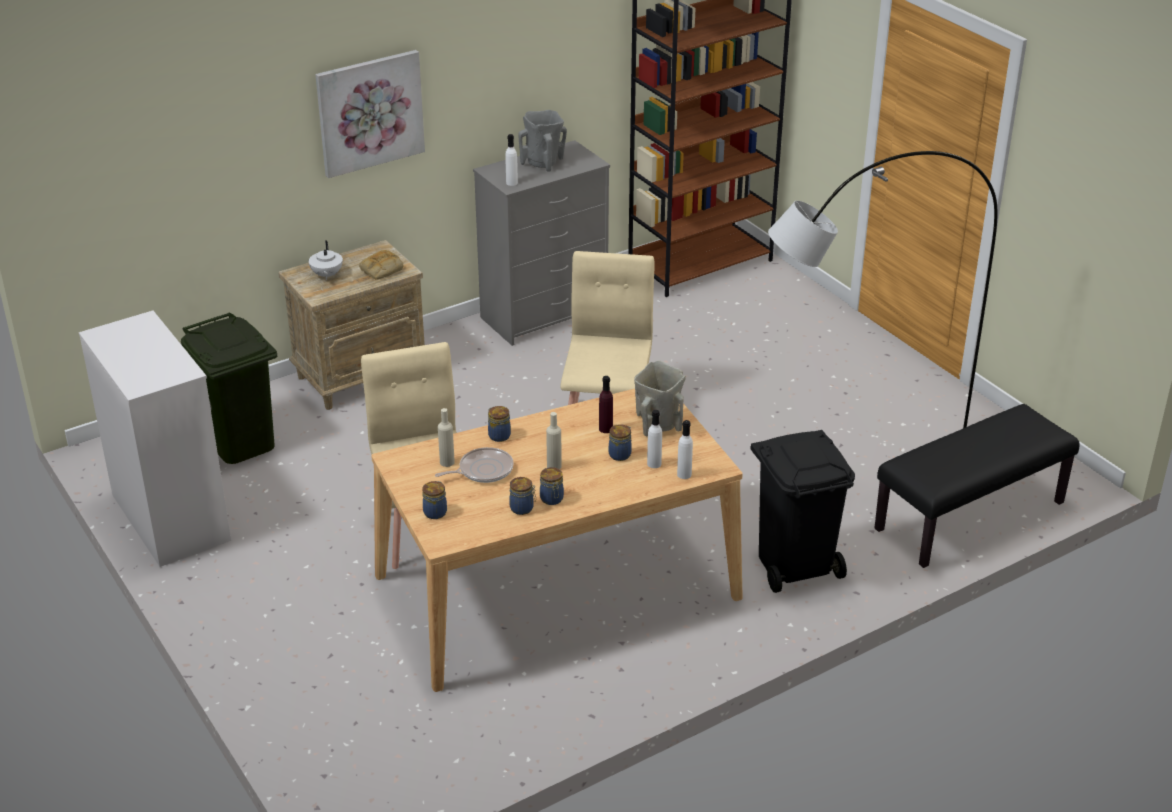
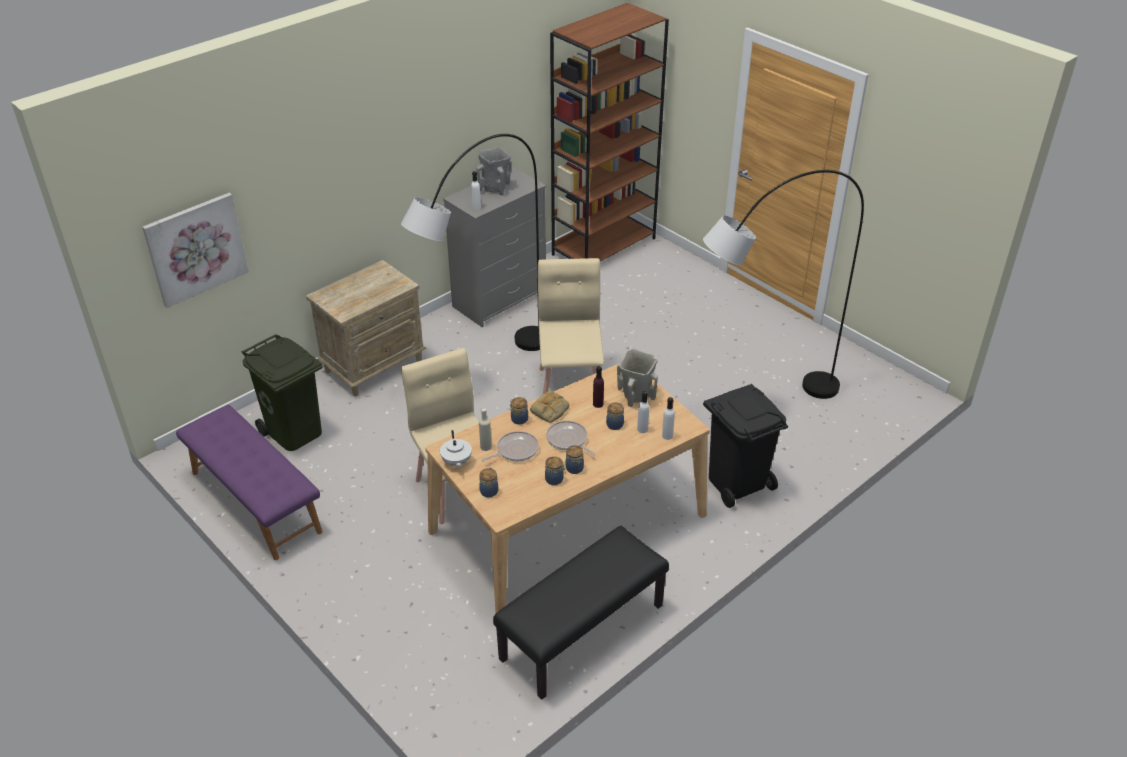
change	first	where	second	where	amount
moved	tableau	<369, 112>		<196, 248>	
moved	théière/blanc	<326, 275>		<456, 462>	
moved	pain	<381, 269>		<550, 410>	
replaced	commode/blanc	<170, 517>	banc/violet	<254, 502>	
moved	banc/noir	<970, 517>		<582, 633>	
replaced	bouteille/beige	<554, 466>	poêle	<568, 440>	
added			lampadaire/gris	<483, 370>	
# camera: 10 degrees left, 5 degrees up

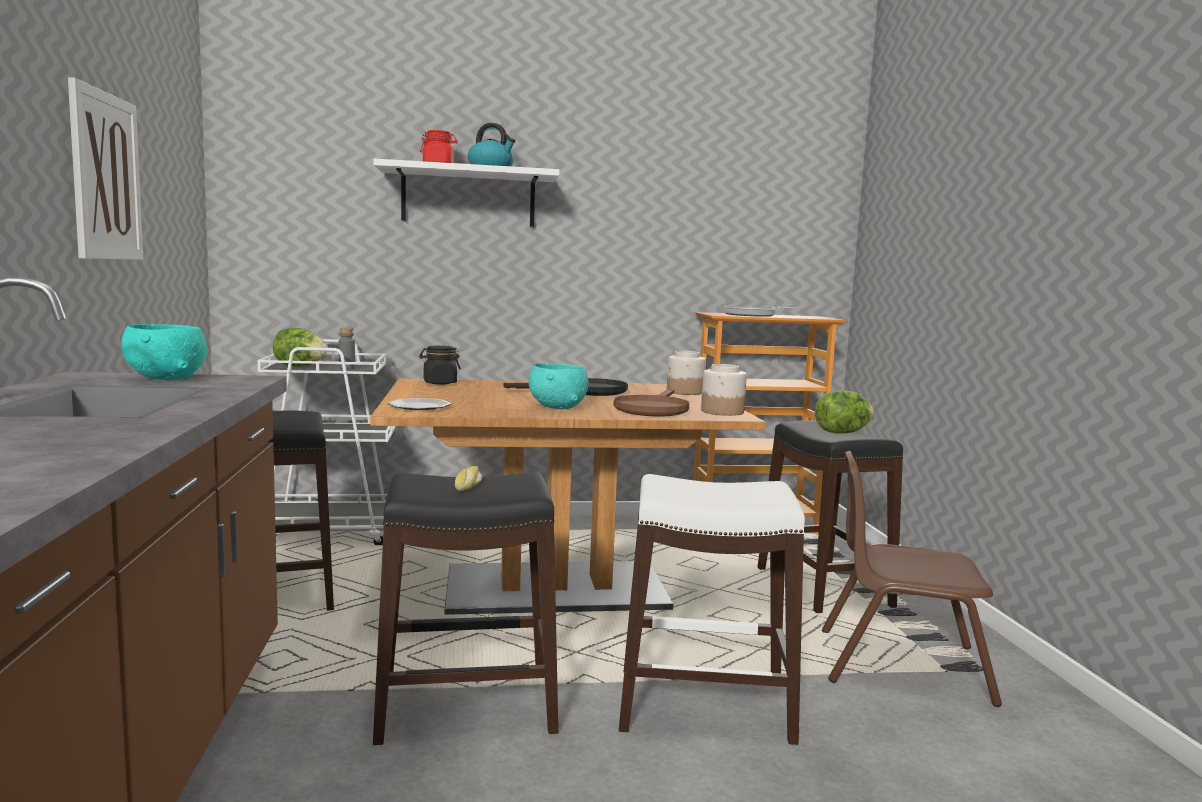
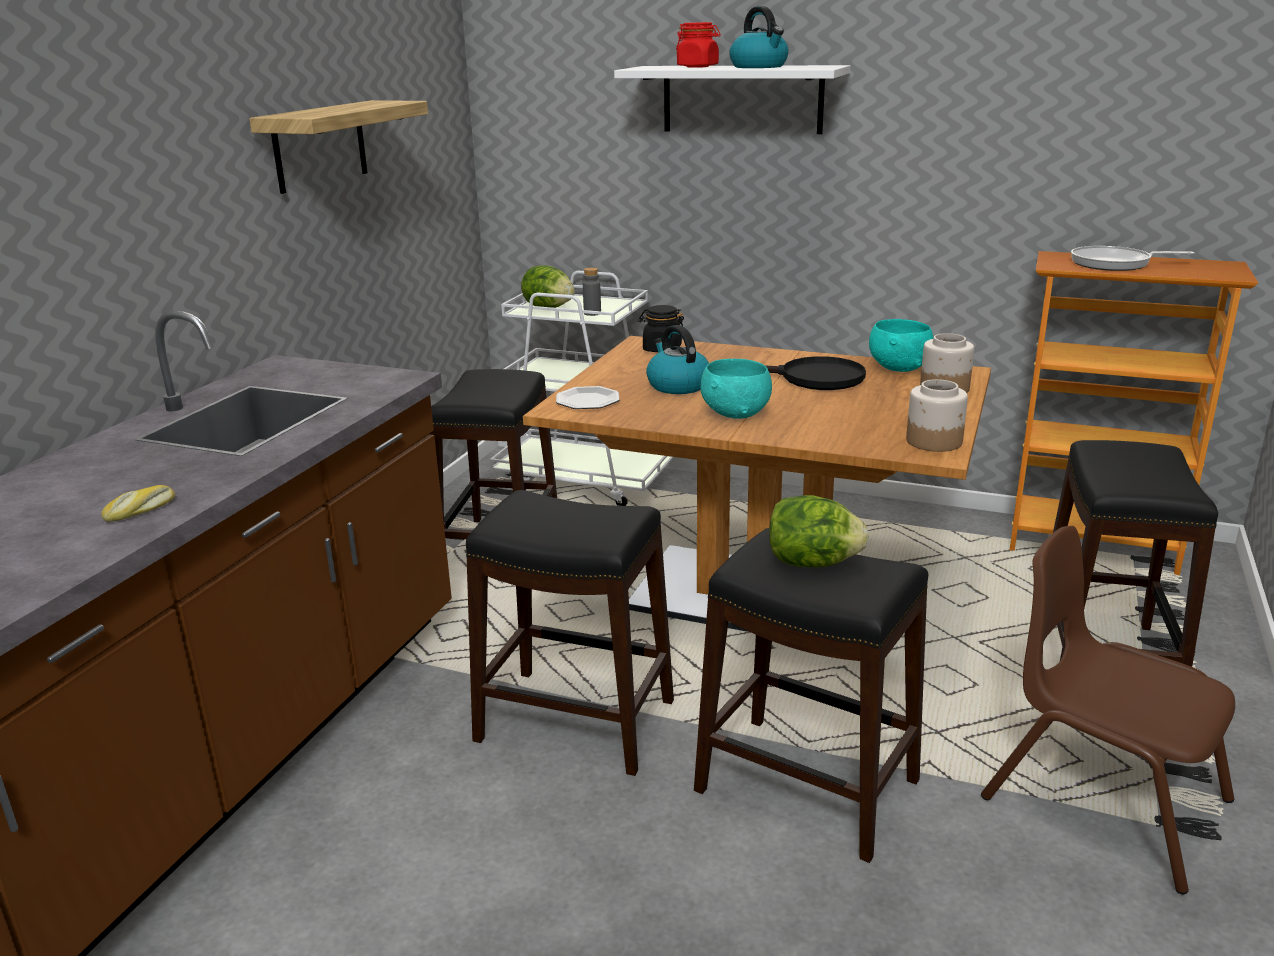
change	first	where	second	where	amount
replaced	tableau	<105, 177>	étagère	<320, 146>	
moved	bol/turquoise	<167, 378>		<899, 368>	
removed	poêle/marron	<653, 409>			
moved	laitue	<842, 433>		<812, 563>	
moved	pain	<469, 485>		<141, 511>	
recoloured	tabouret/blanc	<705, 705>	tabouret/noir	<807, 786>	
added			bouilloire	<677, 385>	
# camera: 30 degrees right, 15 degrees up

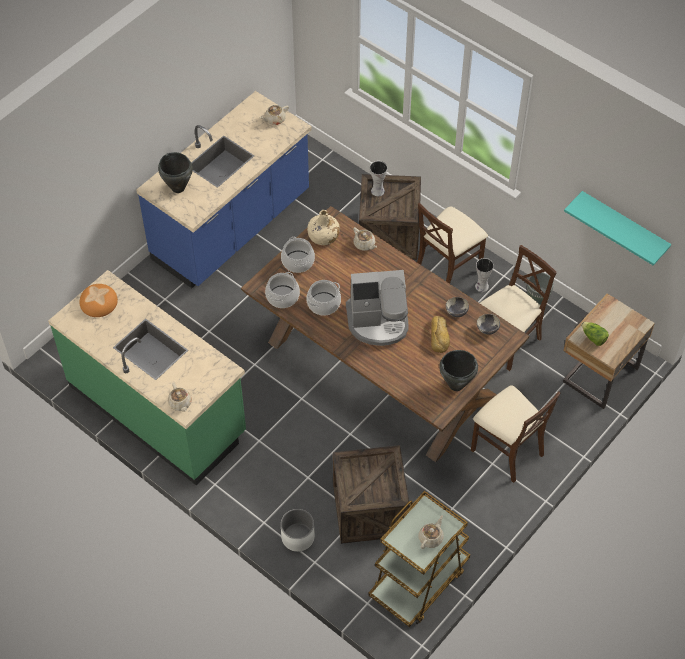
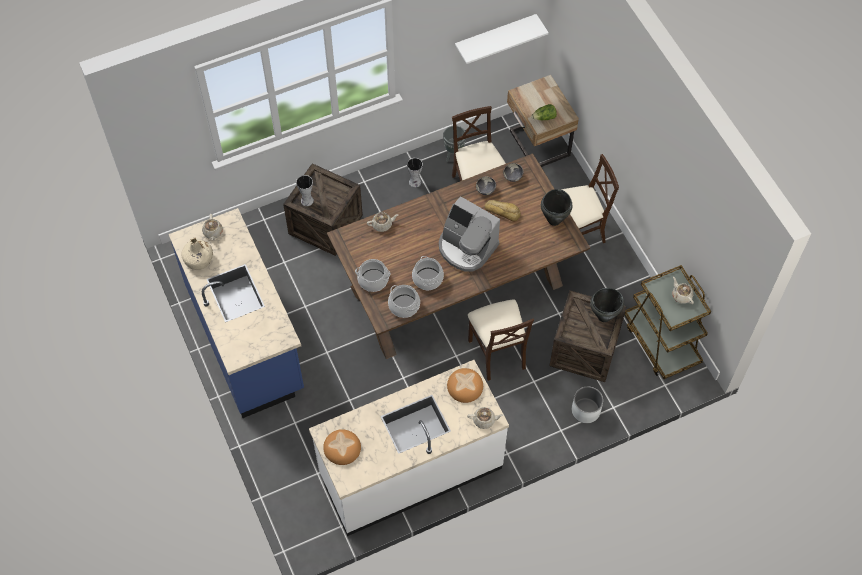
change	first	where	second	where	amount
moved	marmite/noir	<178, 188>		<604, 317>	
recoloured	étagère/turquoise	<623, 227>	étagère/blanc	<495, 37>	
moved	chaise/beige	<447, 269>		<497, 353>	
moved	bouteille/beige	<323, 236>		<199, 260>	
recoloured	comptoir de cuisine/vert	<158, 409>	comptoir de cuisine/blanc	<410, 470>	
turned	machine à café	<378, 322>		<466, 247>	105 degrees clockwise
added			pain	<465, 386>	
# camera: 65 degrees left, 5 degrees up

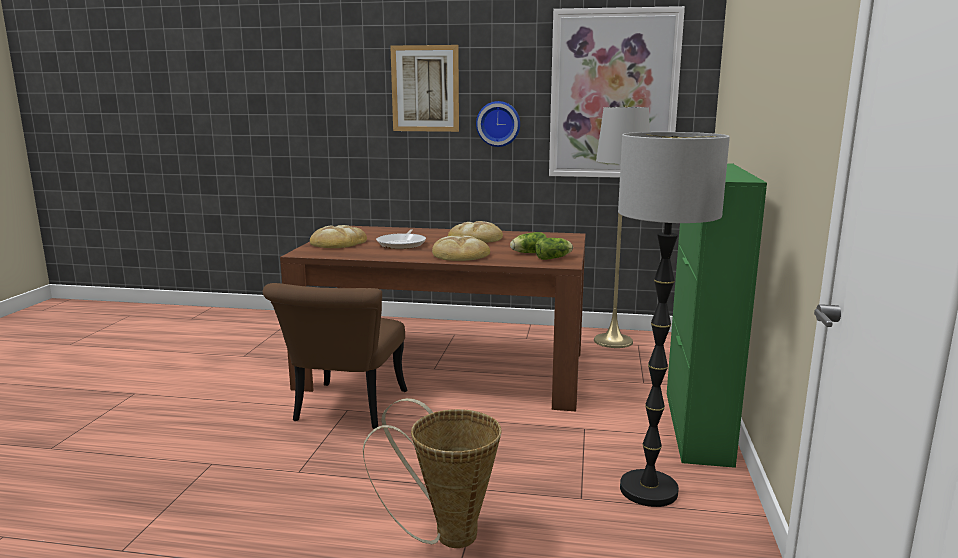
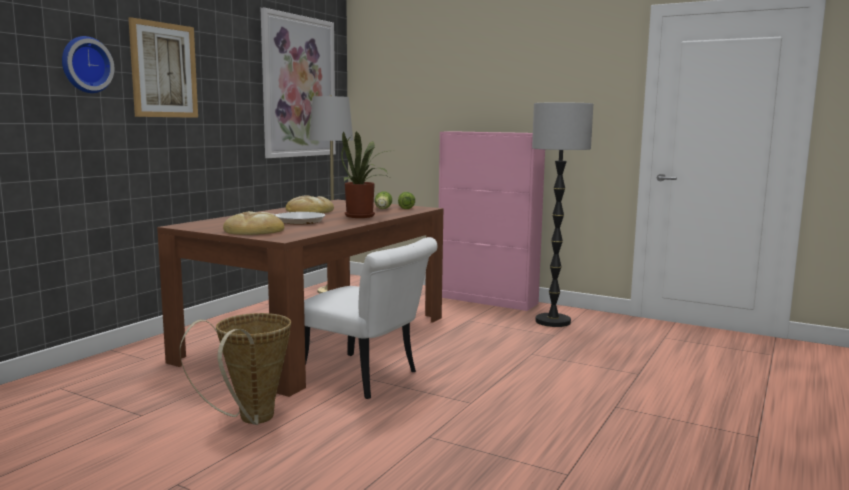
change	first	where	second	where	amount
moved	horloge murale	<498, 124>		<85, 65>	
recoloured	meuble de rangement/vert	<697, 427>	meuble de rangement/rose	<487, 300>	
replaced	pain	<460, 254>	plante en pot	<363, 216>	
recoloured	chaise/marron	<346, 411>	chaise/blanc	<368, 378>	
moved	panier	<446, 535>		<250, 420>	
# camera: 70 degrees left, 5 degrees down

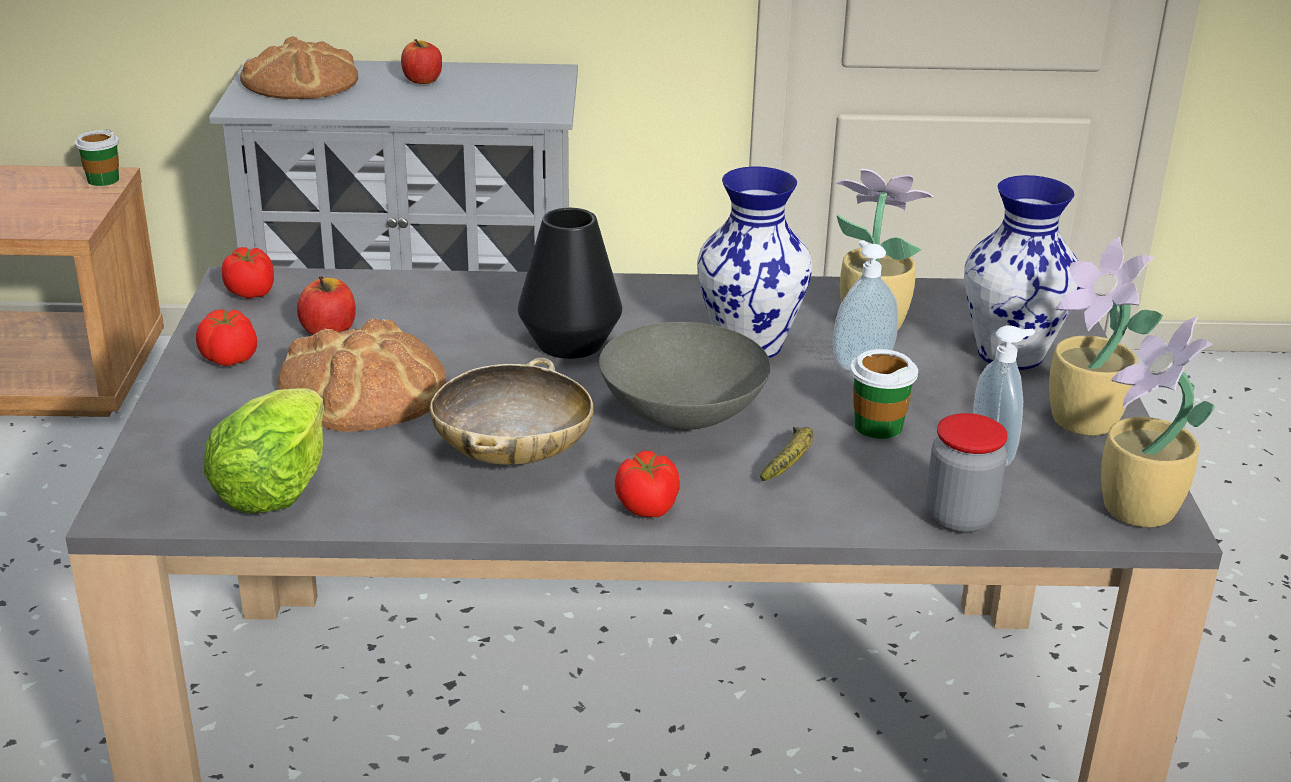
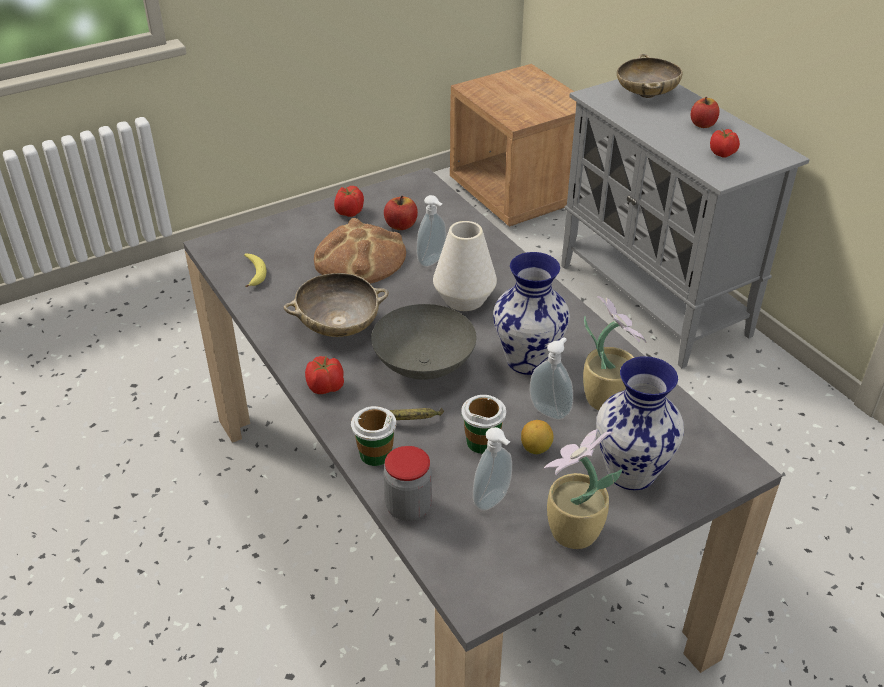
change	first	where	second	where	amount
replaced	pain	<300, 81>	bol/beige	<646, 94>	
moved	tasse	<103, 180>		<375, 454>	
recoloured	vase/noir	<569, 343>	vase/blanc	<464, 299>	
moved	tomate	<251, 293>		<722, 154>	
removed	plante en pot	<1137, 512>			
replaced	laitue	<273, 489>	banane	<255, 273>	
added			distributeur de savon	<433, 261>	
added			citron	<536, 448>	
# camera: 60 degrees right, 10 degrees up

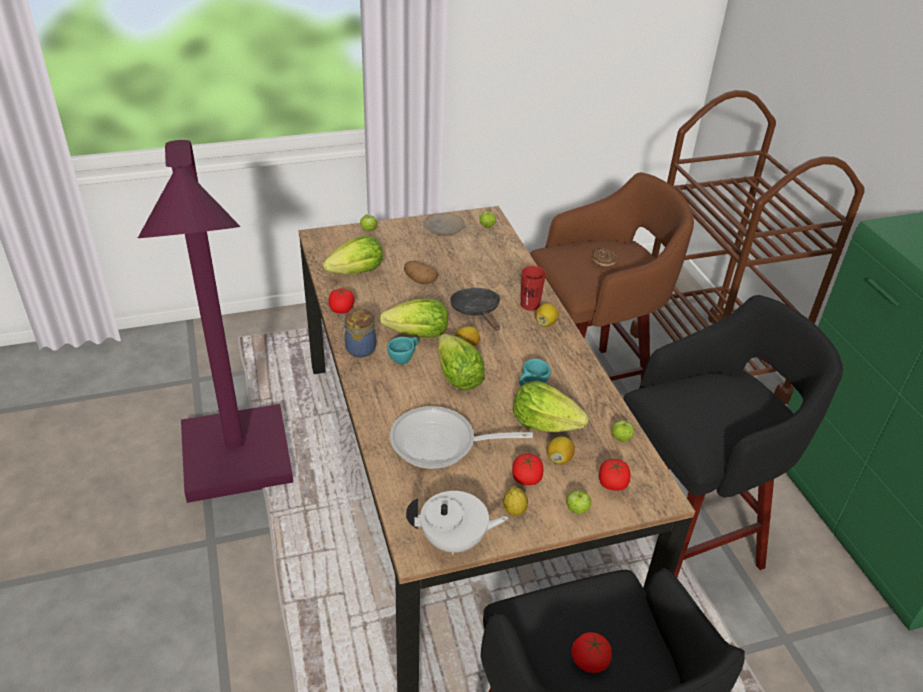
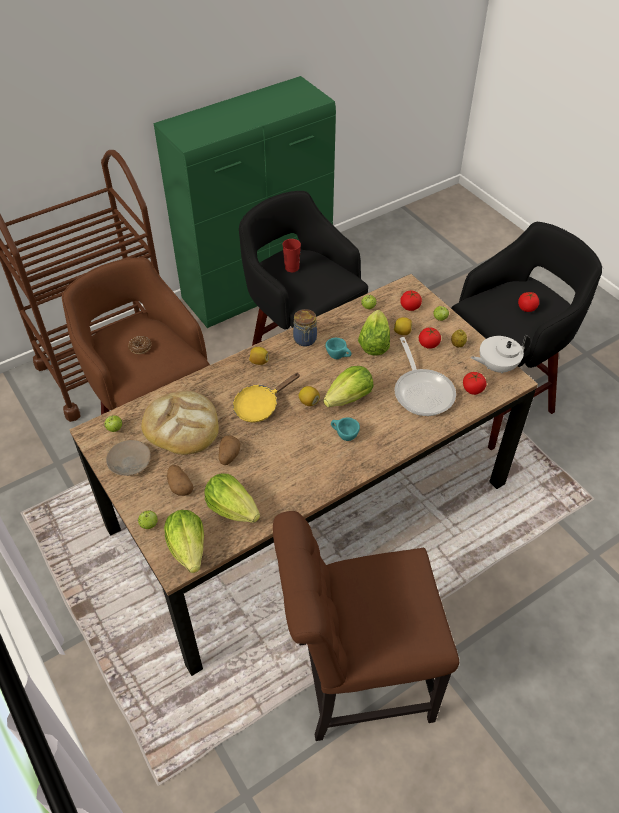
change	first	where	second	where	amount
replaced	lampadaire/violet	<238, 470>	chaise/marron	<355, 679>	
moved	tasse/rouge	<530, 305>		<292, 268>	
moved	tomate	<341, 309>		<473, 389>	
recoloured	poêle/noir	<477, 311>	poêle/jaune	<260, 406>	
moved	laitue	<418, 334>		<188, 548>	
moved	bocal	<359, 349>		<305, 340>	
turned	théière/blanc	<454, 540>		<496, 366>	90 degrees counterclockwise
added			pain	<181, 425>	
added			pomme de terre	<180, 486>	
# camera: 105 degrees left, 10 degrees up

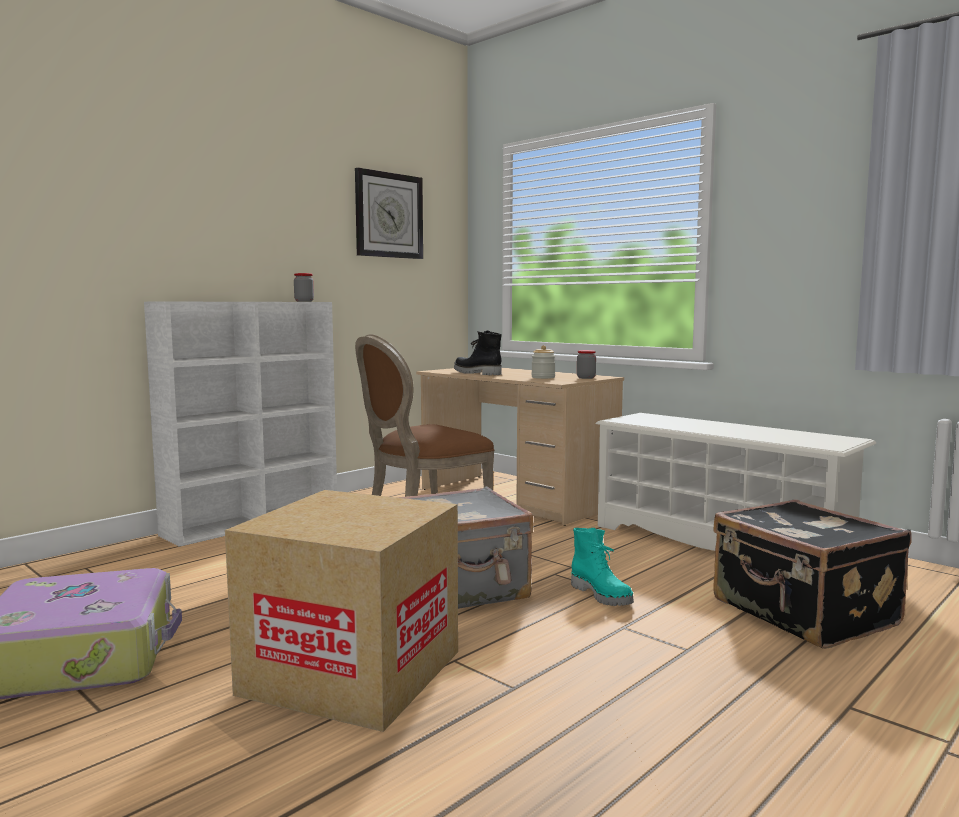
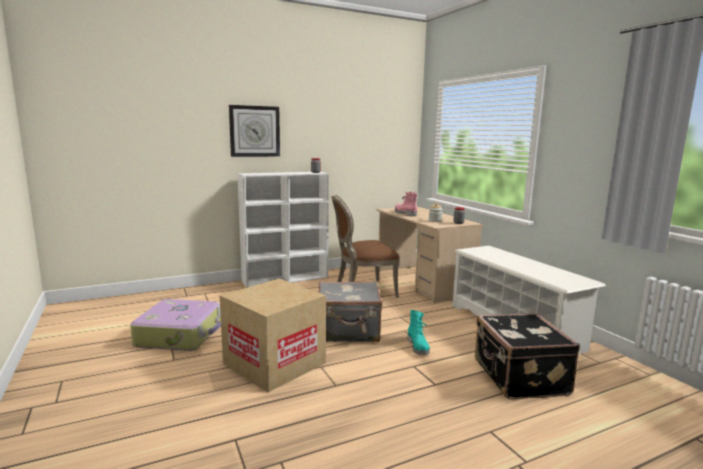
change	first	where	second	where	amount
moved	horloge murale	<388, 215>		<254, 131>	
recoloured	botte/noir	<476, 373>	botte/rose	<404, 213>	
# camera: 20 degrees right, 5 degrees up

